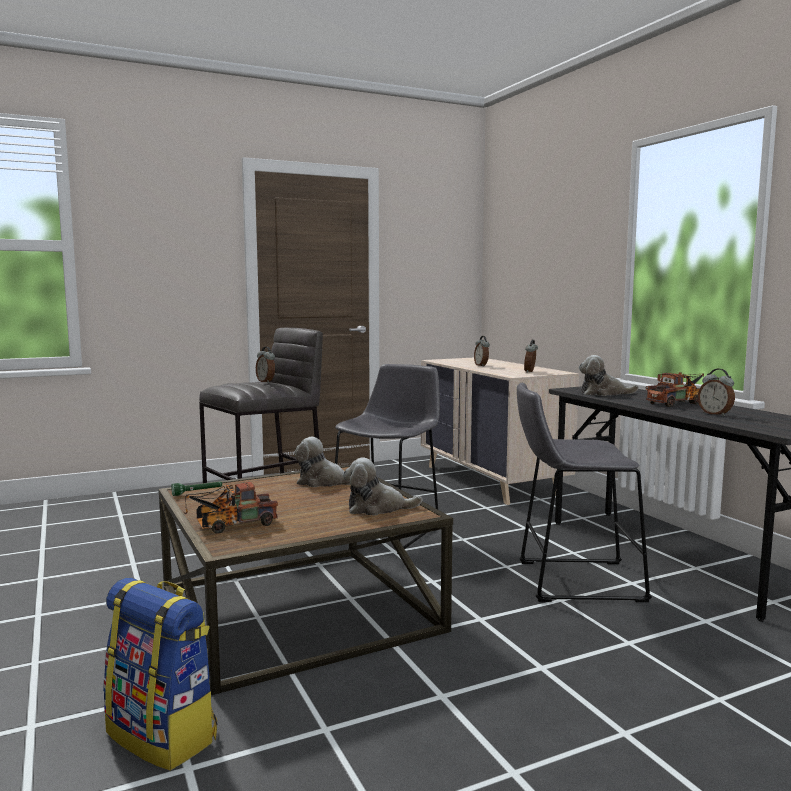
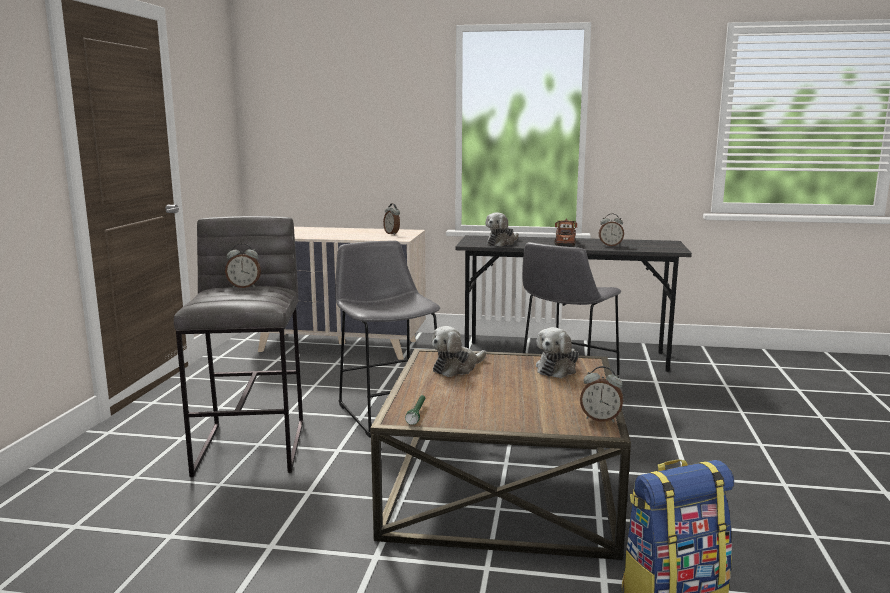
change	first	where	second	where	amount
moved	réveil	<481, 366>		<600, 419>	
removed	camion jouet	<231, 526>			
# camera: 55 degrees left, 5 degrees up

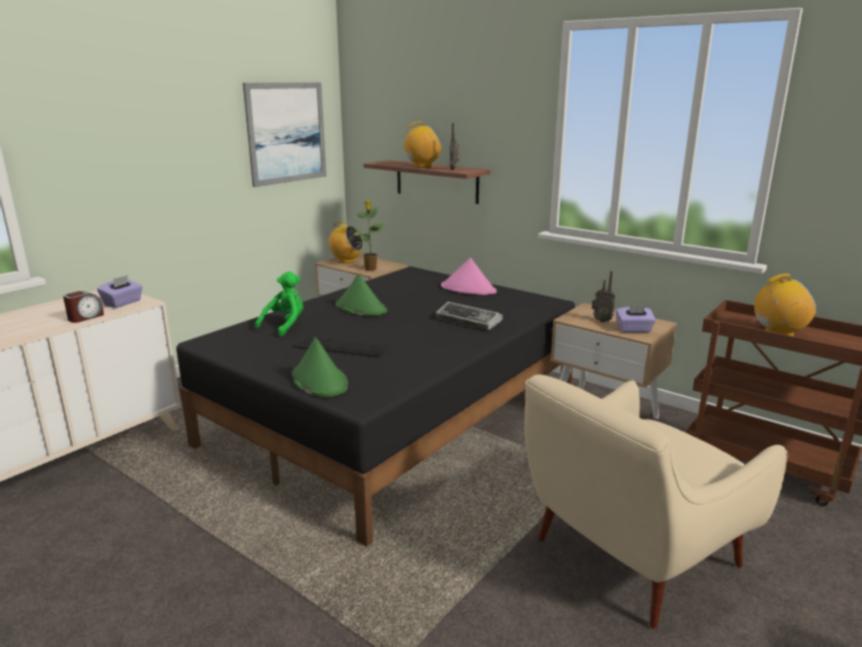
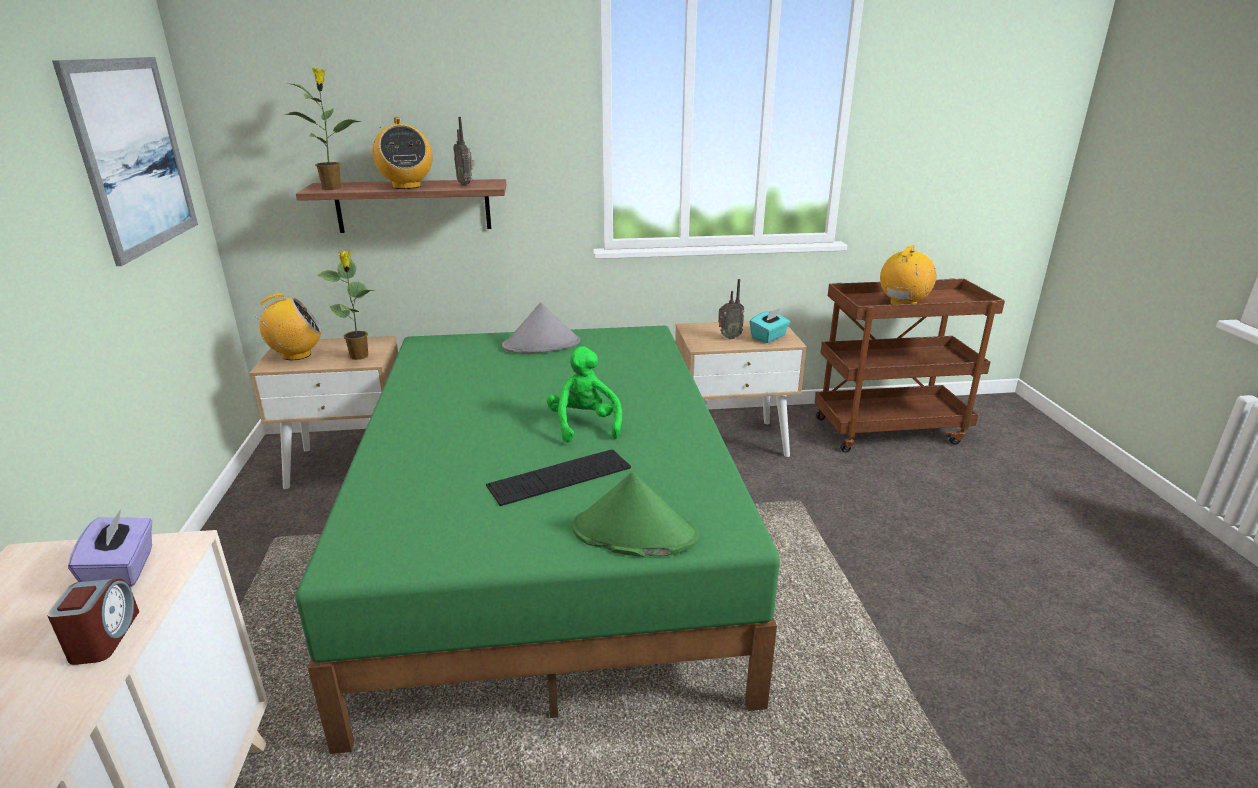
change	first	where	second	where	amount
turned	radio	<422, 166>		<406, 186>	135 degrees clockwise
recoloured	chapeau/rose	<468, 289>	chapeau/gris	<542, 345>	
recoloured	lit/noir	<396, 416>	lit/vert	<550, 542>	
moved	peluche/vert	<285, 325>		<584, 425>	
removed	chapeau/vert	<360, 308>			
removed	clavier	<469, 321>			
recoloured	boîte à mouchoirs/violet	<634, 329>	boîte à mouchoirs/turquoise	<768, 337>	
removed	fauteuil/beige	<629, 556>			
added			plante en pot	<333, 188>	
# camera: 45 degrees left, 5 degrees up

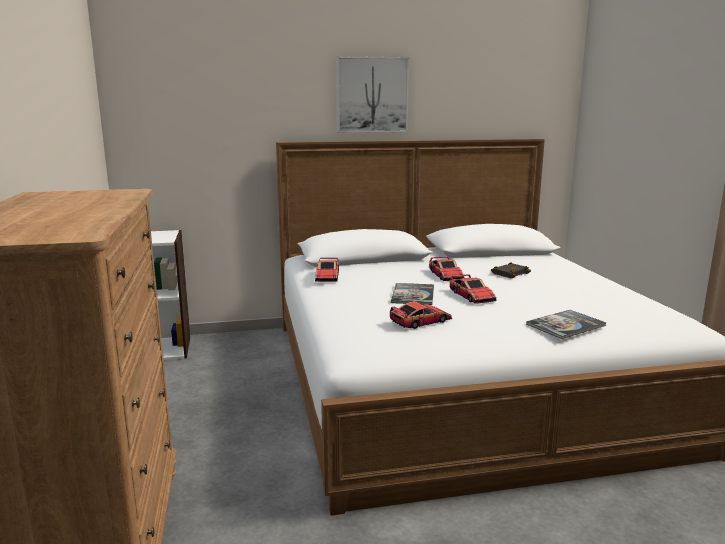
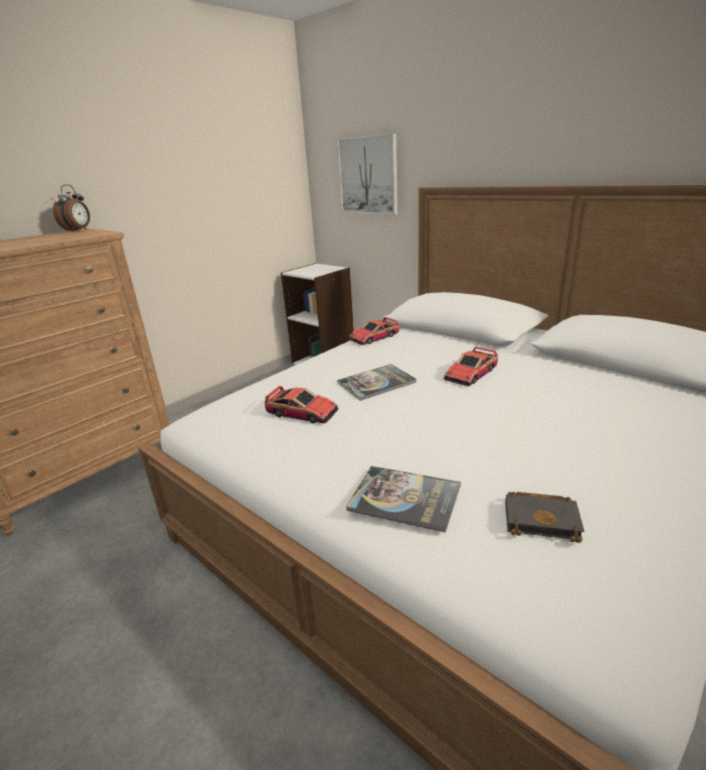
change	first	where	second	where	amount
moved	tableau	<372, 95>		<368, 176>	
moved	livre/noir	<510, 273>		<543, 519>	
removed	petite voiture	<472, 296>			
added			réveil	<78, 230>	
# camera: 55 degrees right, 10 degrees up

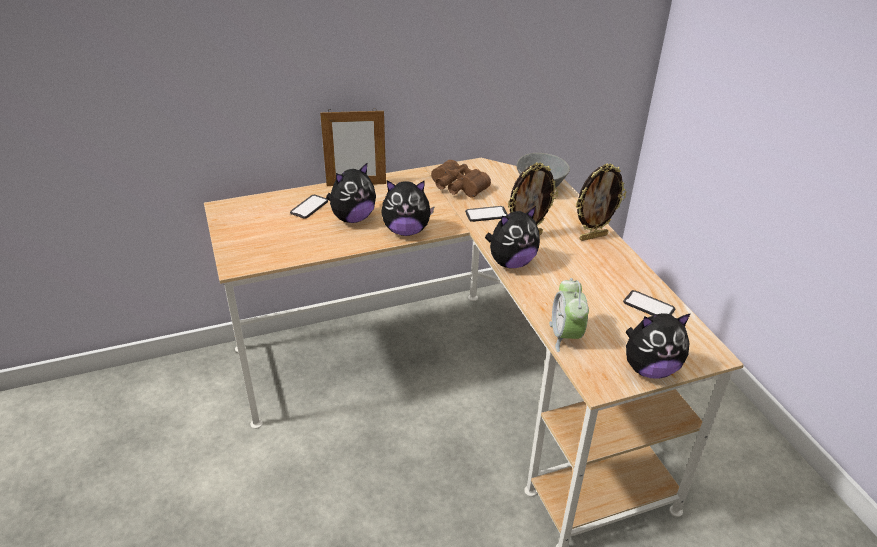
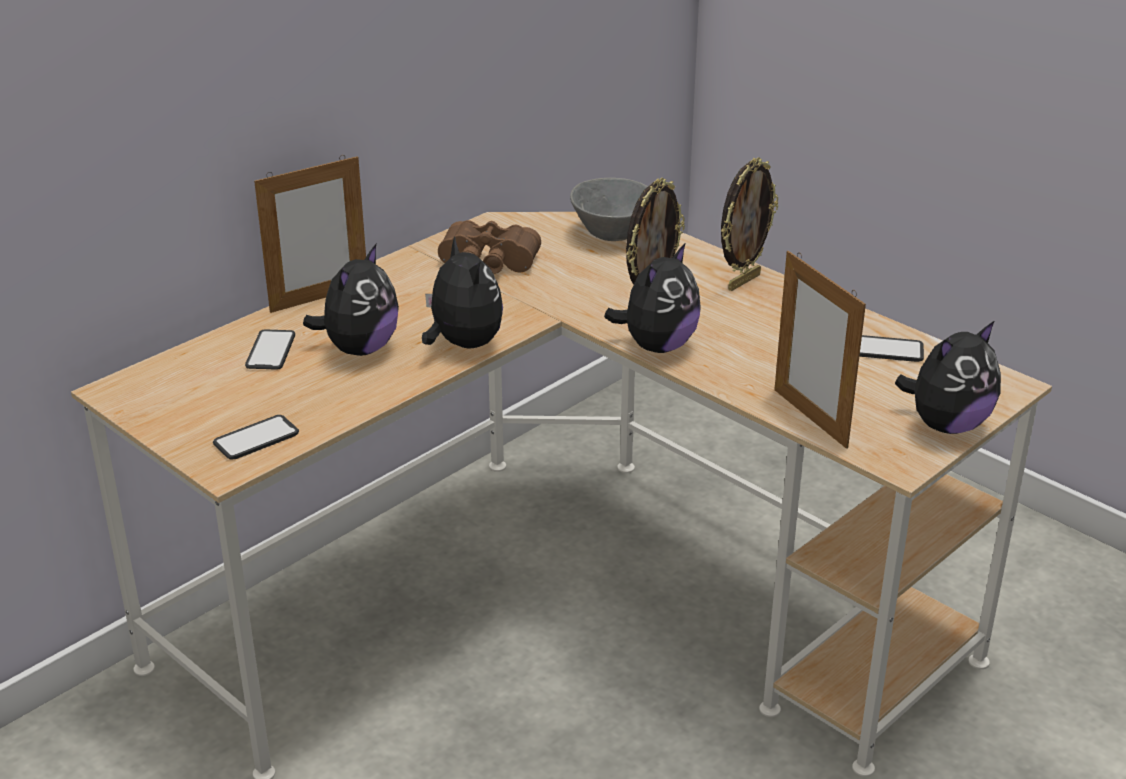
change	first	where	second	where	amount
turned	peluche	<406, 231>		<463, 344>	90 degrees counterclockwise
moved	téléphone	<486, 214>		<256, 438>	
replaced	réveil	<565, 336>	cadre photo	<810, 418>	
# camera: 25 degrees left, 5 degrees down

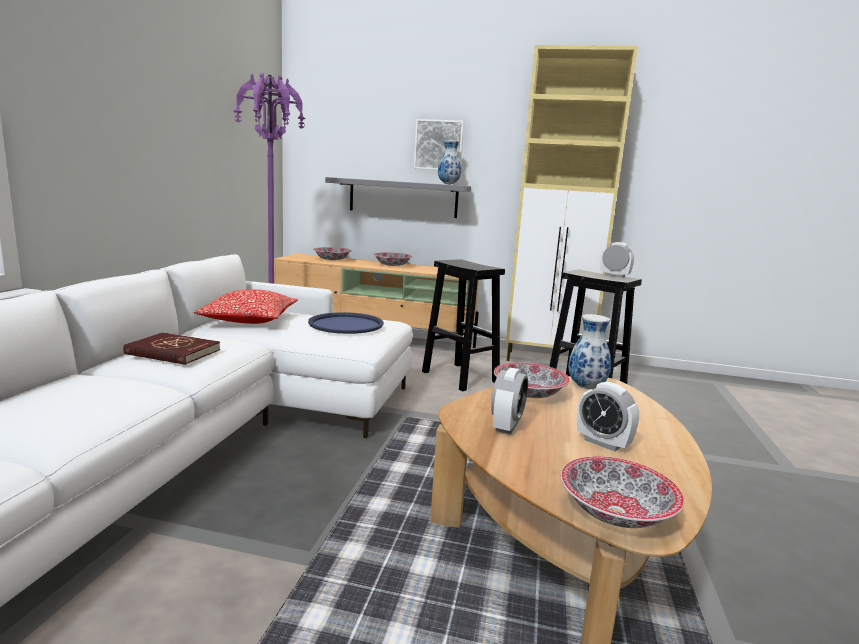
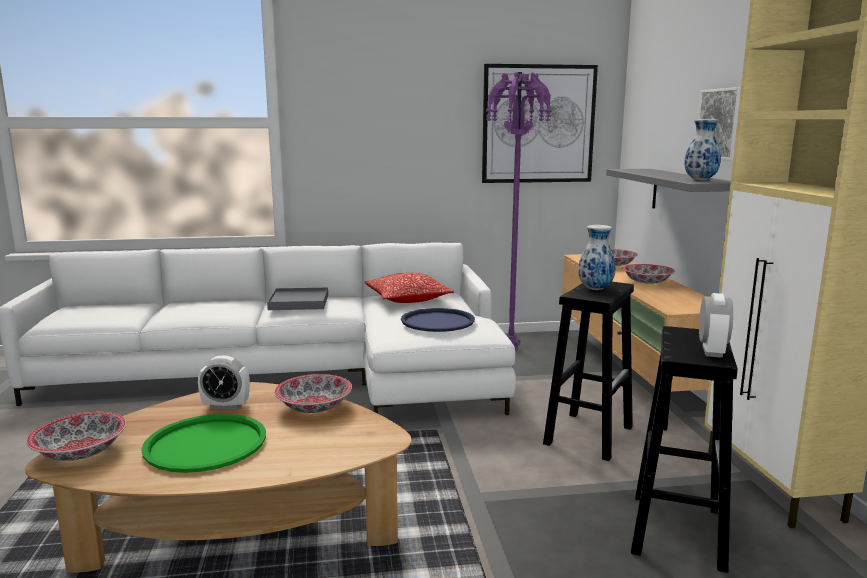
change	first	where	second	where	amount
moved	vase	<587, 387>		<595, 289>	
replaced	livre/rouge	<173, 352>	plateau/gris	<299, 302>	
replaced	réveil	<603, 443>	plateau/vert	<206, 444>	
added			tableau	<538, 124>	
# camera: 70 degrees right, 0 degrees up

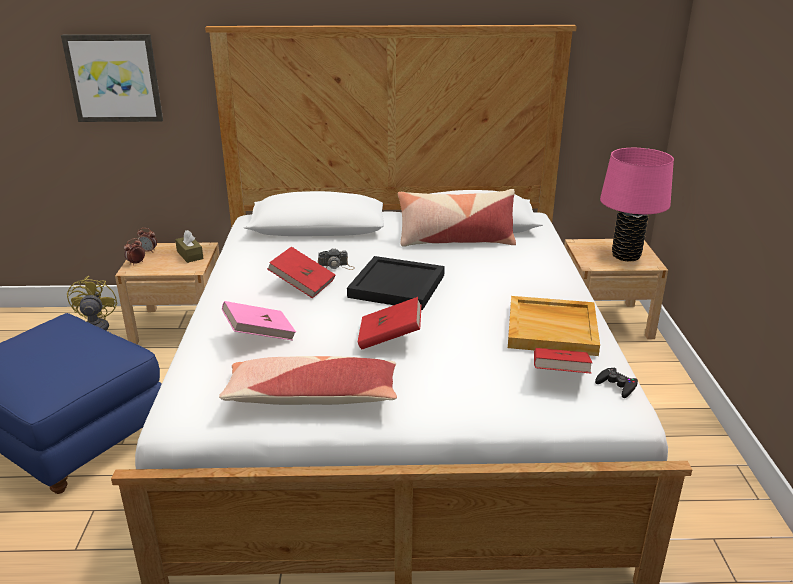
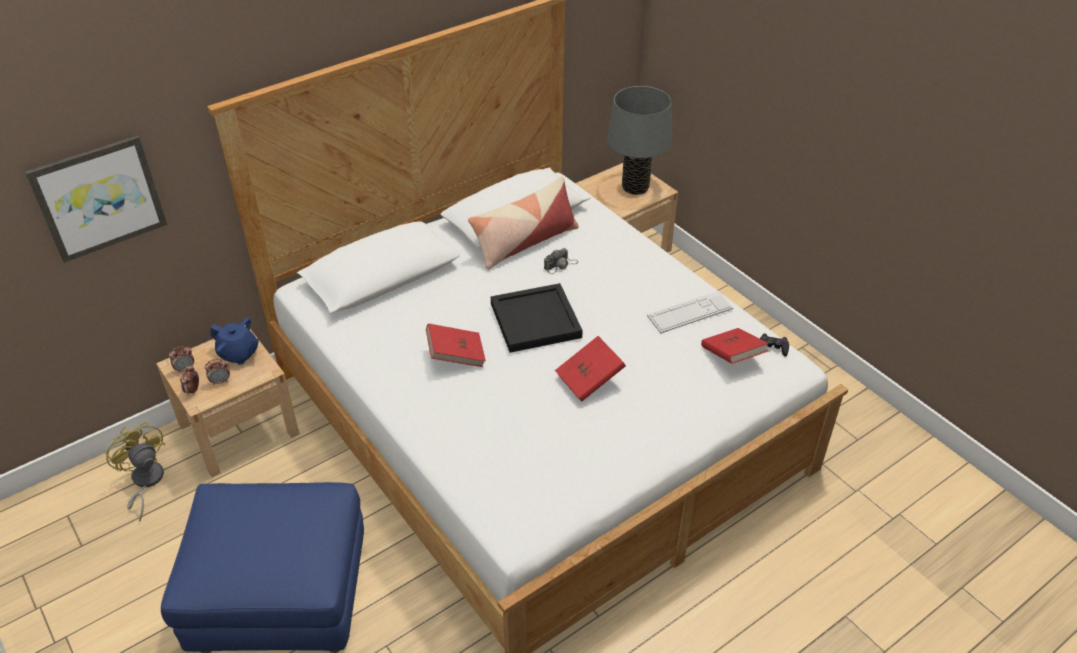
change	first	where	second	where	amount
recoloured	lampe de table/rose	<626, 256>	lampe de table/gris	<635, 187>	
replaced	boîte à mouchoirs/marron	<190, 255>	théière/bleu	<239, 354>	
moved	appareil photo	<336, 266>		<561, 265>	
replaced	plateau/beige	<552, 329>	clavier	<690, 312>	
removed	livre/rose	<259, 335>			
removed	coussin	<311, 397>			
added			réveil	<221, 381>	
# camera: 35 degrees left, 15 degrees up

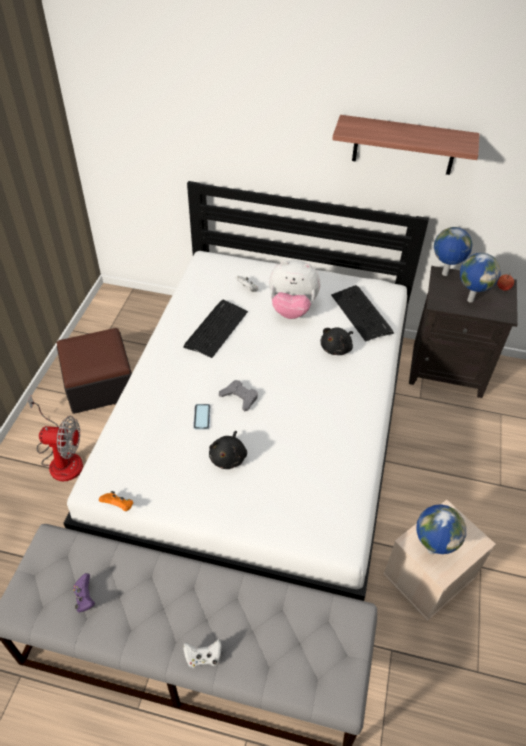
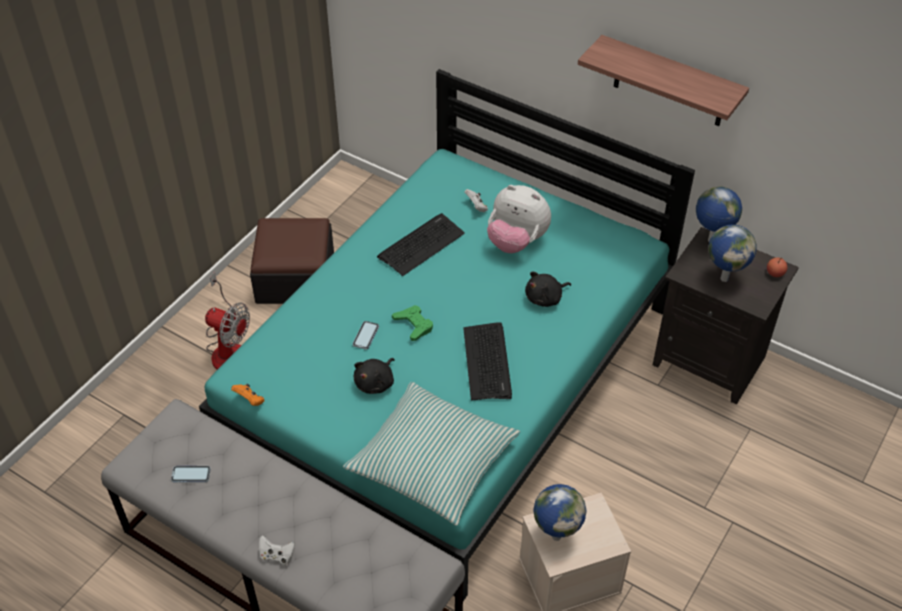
change	first	where	second	where	amount
recoloured	lit/blanc	<261, 435>	lit/turquoise	<451, 379>	
moved	clavier	<361, 313>		<487, 362>	
recoloured	manette/gris	<239, 397>	manette/vert	<413, 325>	
replaced	manette/violet	<85, 598>	téléphone	<191, 475>	
added			coussin	<432, 461>	
# camera: 20 degrees right, 0 degrees up

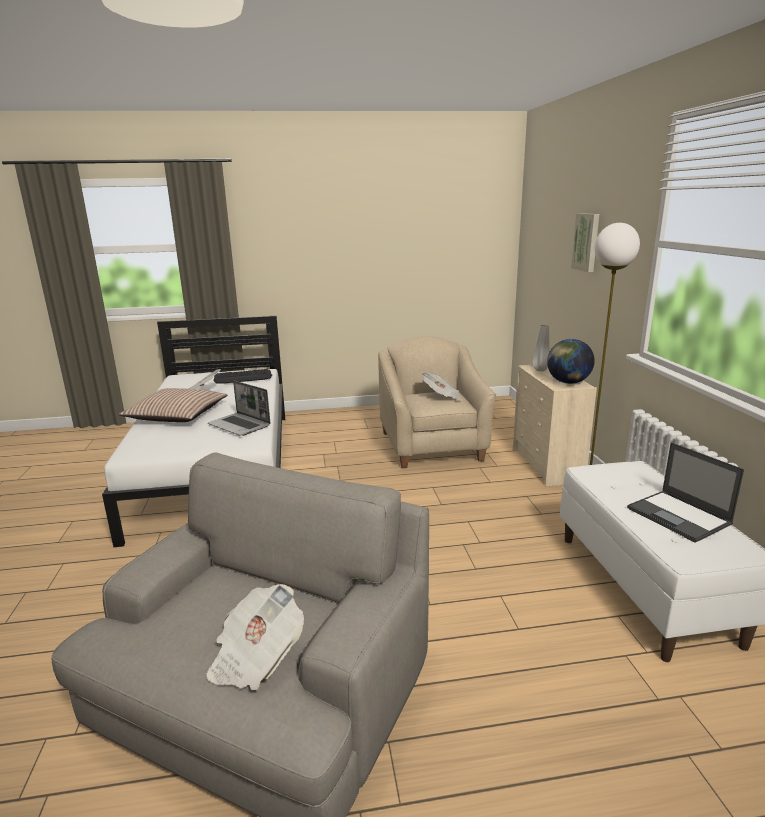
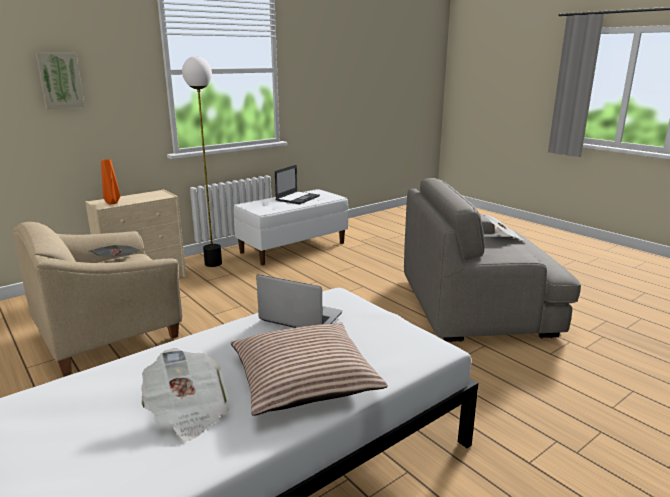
change	first	where	second	where	amount
recoloured	vase/gris	<541, 370>	vase/orange	<113, 203>	
removed	globe	<568, 382>			
removed	clavier	<243, 377>			
turned	ordinateur portable	<240, 425>		<299, 318>	75 degrees counterclockwise
# camera: 120 degrees left, 0 degrees up

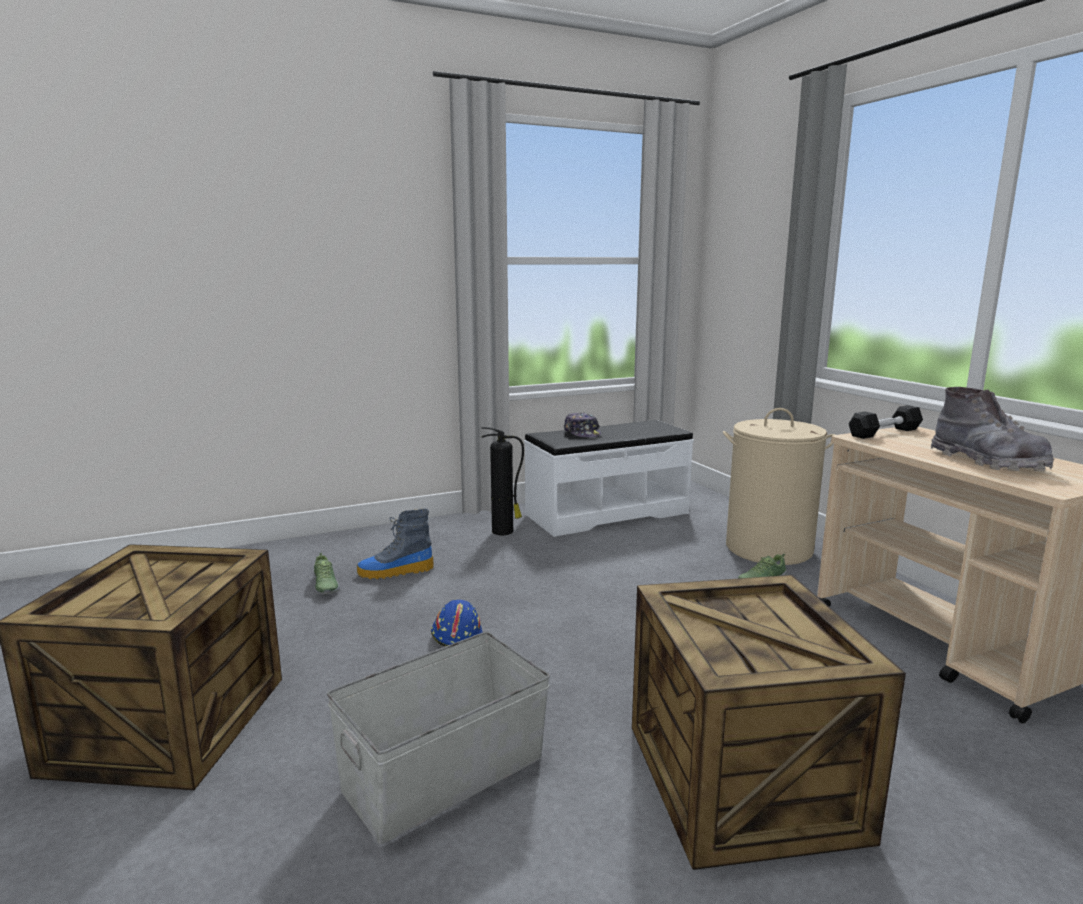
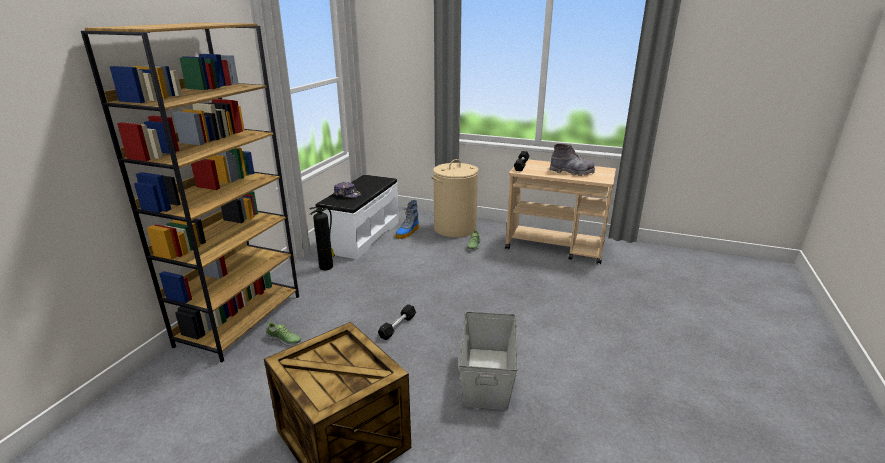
change	first	where	second	where	amount
moved	botte	<395, 572>		<408, 232>	
removed	caisse	<745, 780>			
replaced	casque de chantier/bleu	<456, 634>	haltère/noir	<397, 327>	
added			bibliothèque/marron	<240, 319>	
# camera: 45 degrees left, 10 degrees up

